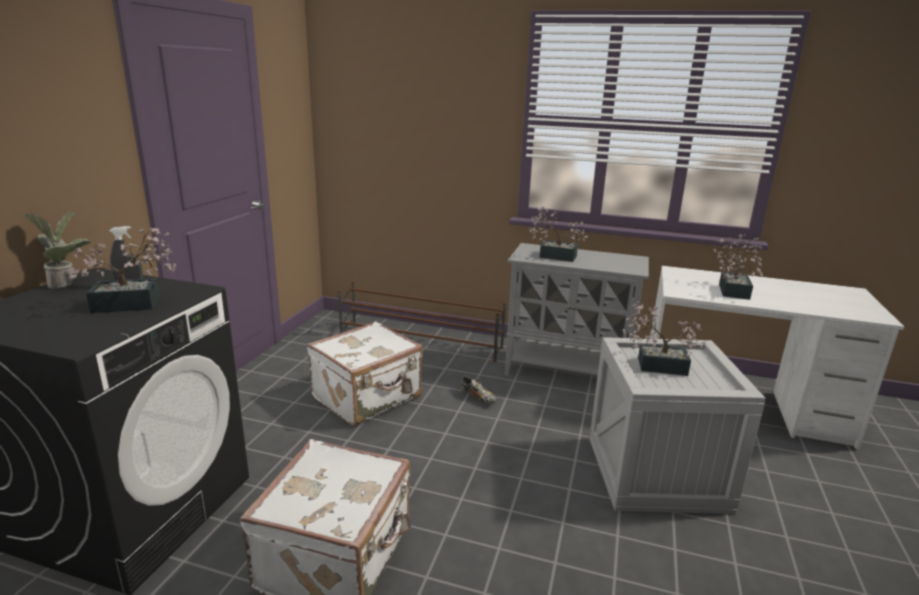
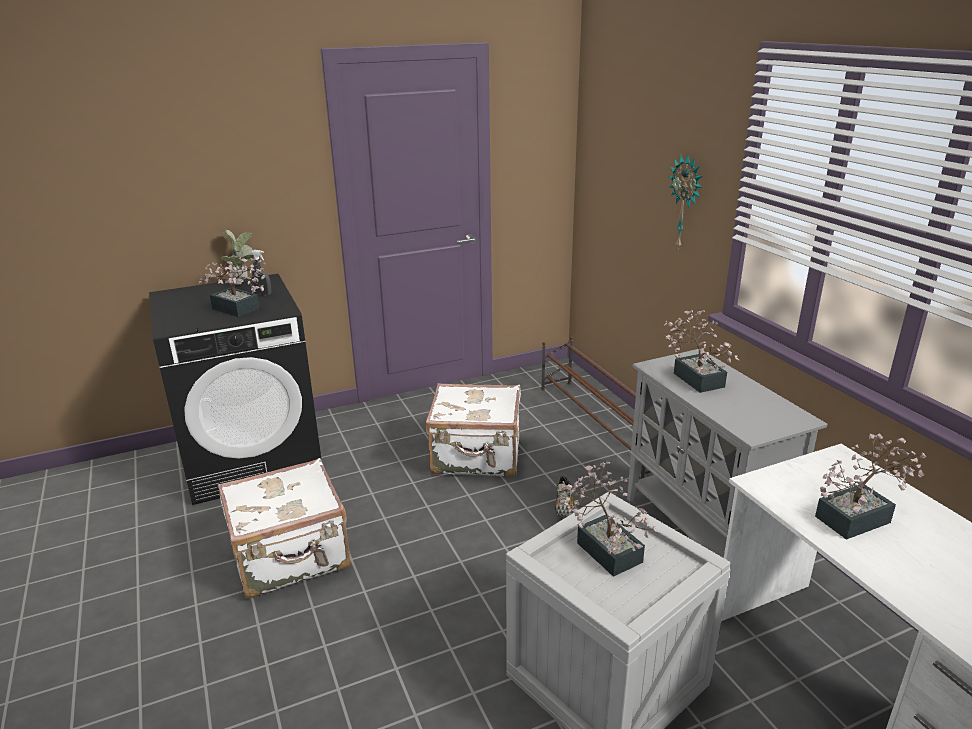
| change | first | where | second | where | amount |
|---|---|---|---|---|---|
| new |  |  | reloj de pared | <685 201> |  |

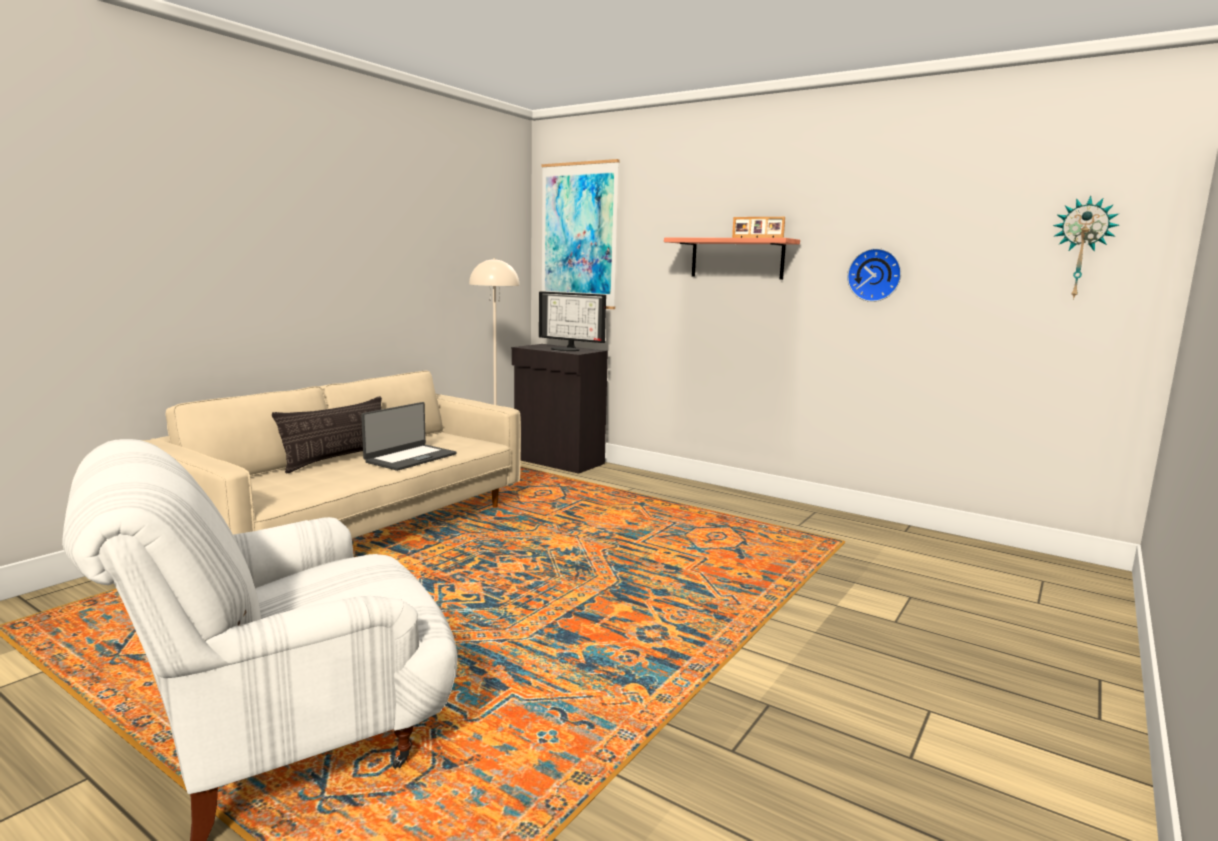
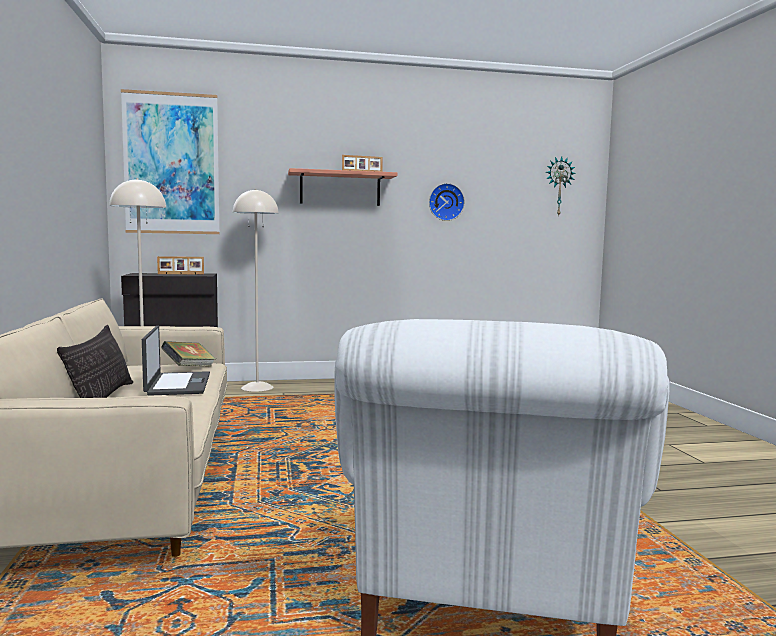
| change | first | where | second | where | amount |
|---|---|---|---|---|---|
| swapped | monitor | <572 321> | portarretratos | <180 265> |  |
| new |  |  | libro | <188 354> |  |
| new |  |  | lámpara de pie (beis) | <256 290> |  |

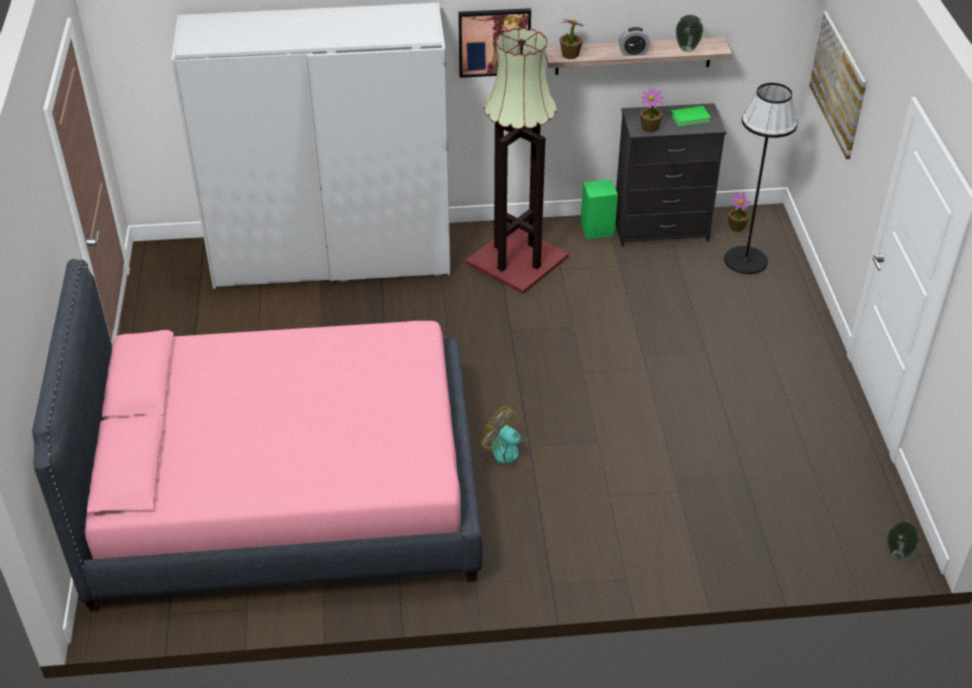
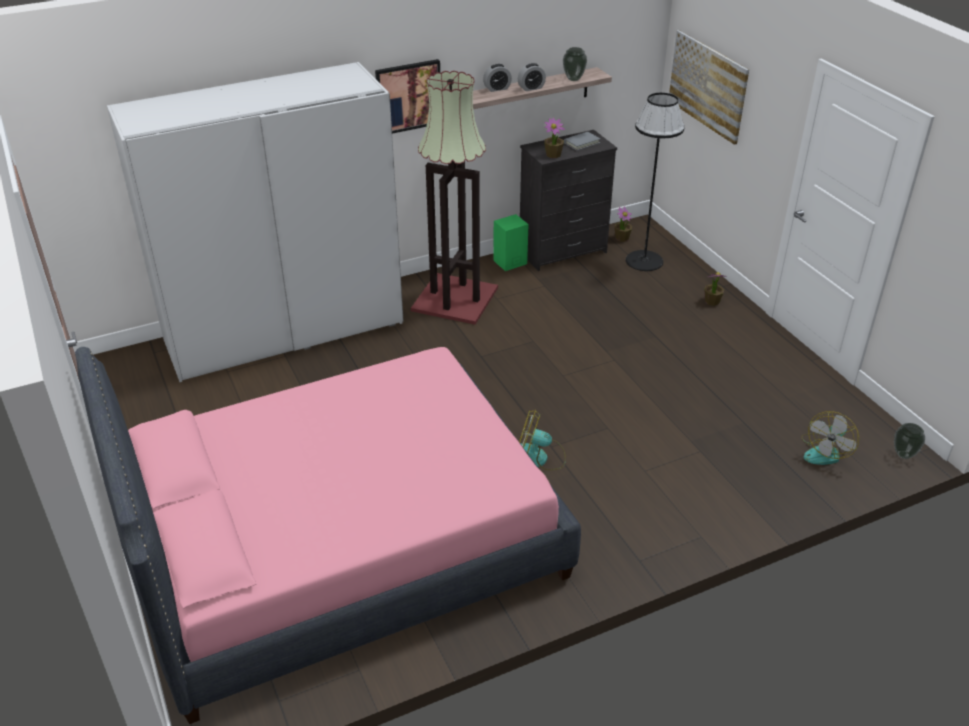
| change | first | where | second | where | amount |
|---|---|---|---|---|---|
| shifted | planta en maceta | <571 39> |  | <716 289> |  |
| repainted | libro (verde) | <691 116> | libro (gris) | <582 141> |  |
| new |  |  | despertador | <497 78> |  |
| new |  |  | ventilador | <830 438> |  |

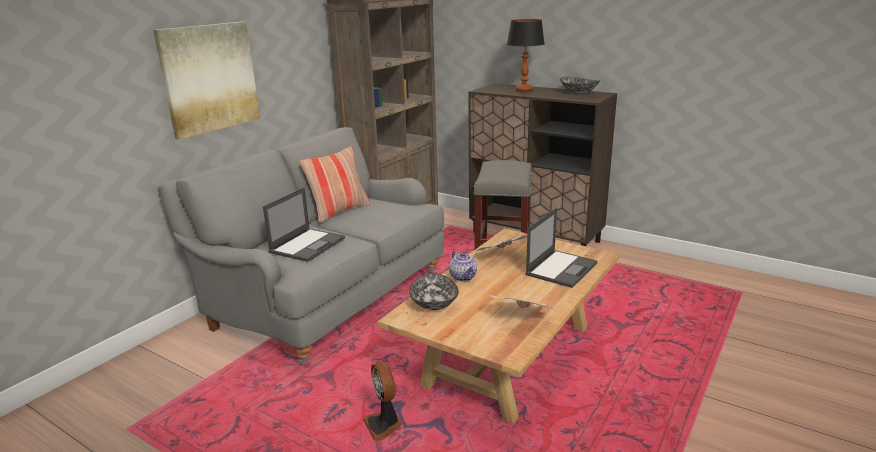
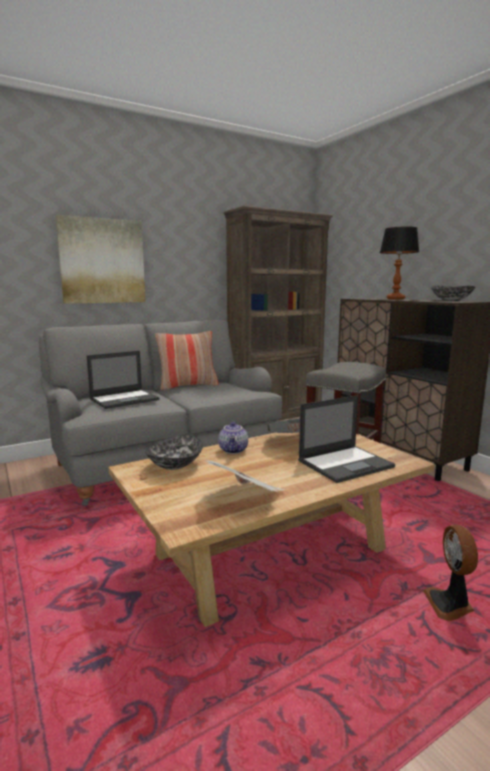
| change | first | where | second | where | amount |
|---|---|---|---|---|---|
| shifted | ventilador | <382 401> |  | <450 573> |  |

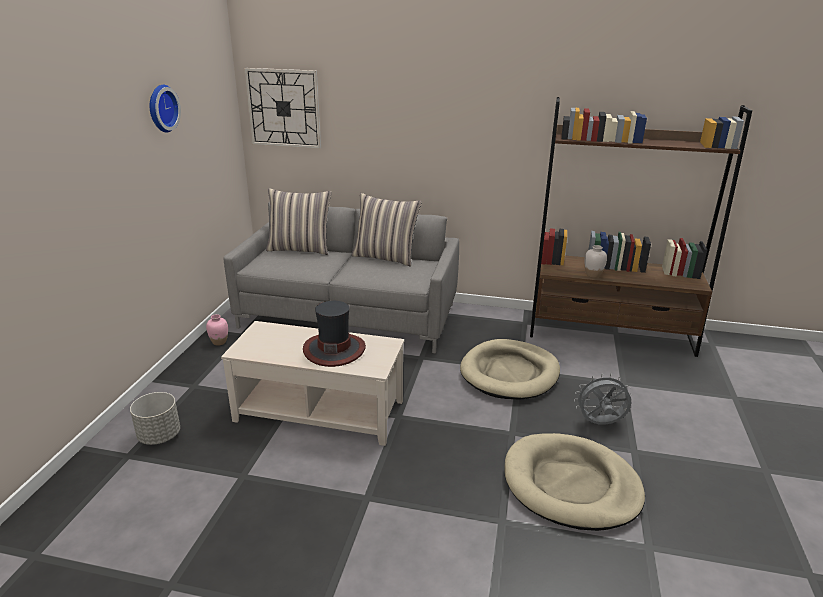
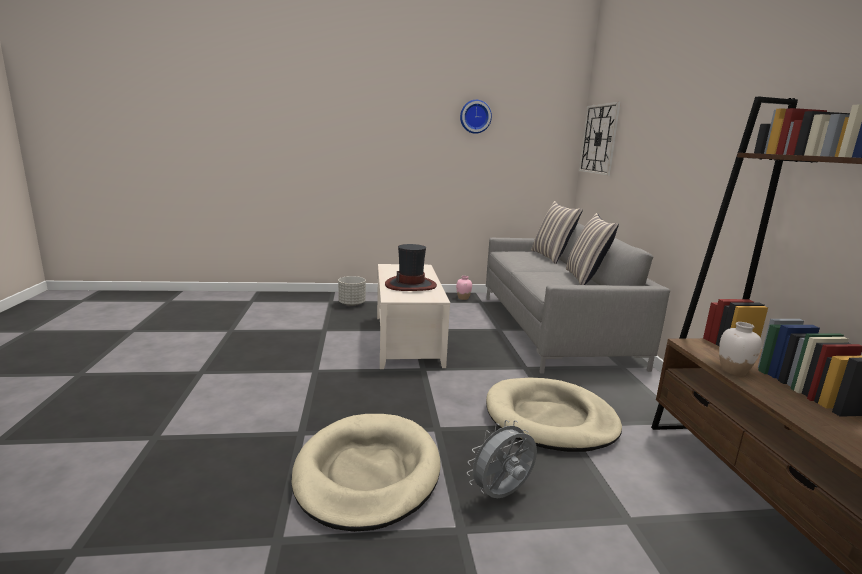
| change | first | where | second | where | amount |
|---|---|---|---|---|---|
| rotated | ventilador (gris) | <603 399> |  | <502 459> | 105 degrees counterclockwise |

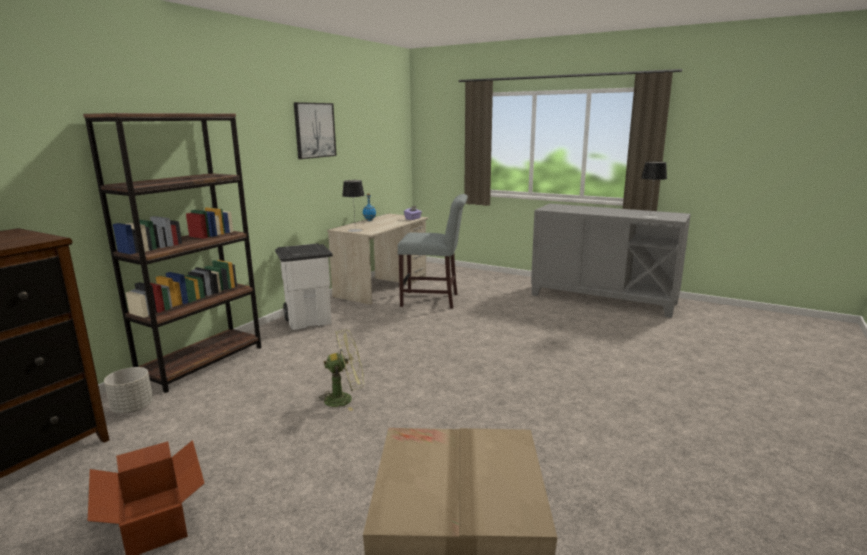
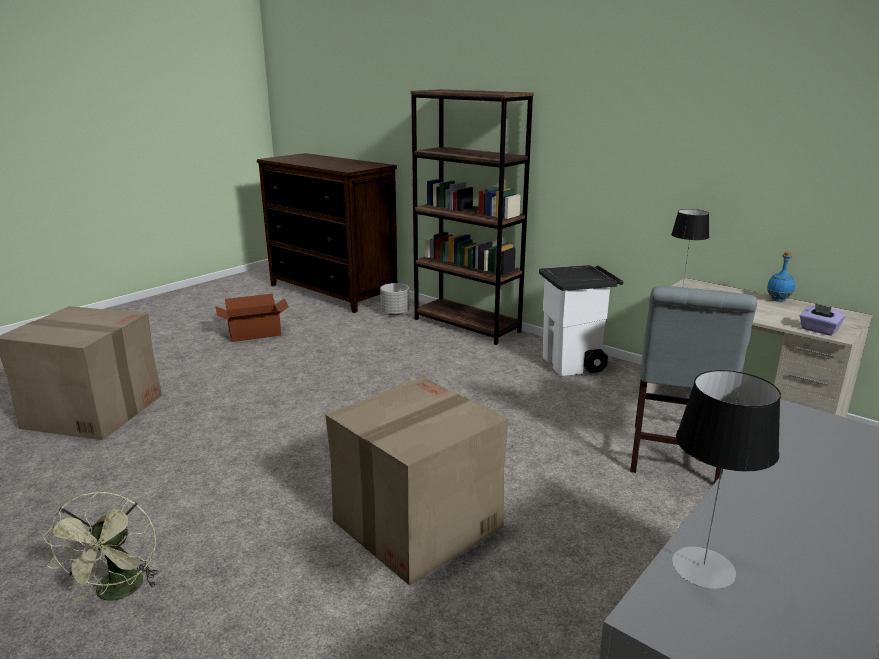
| change | first | where | second | where | amount |
|---|---|---|---|---|---|
| gone | cuadro | <315 130> |  |  |  |
| shifted | ventilador (verde) | <339 370> |  | <101 546> |  |
| new |  |  | caja de cartón | <416 481> |  |

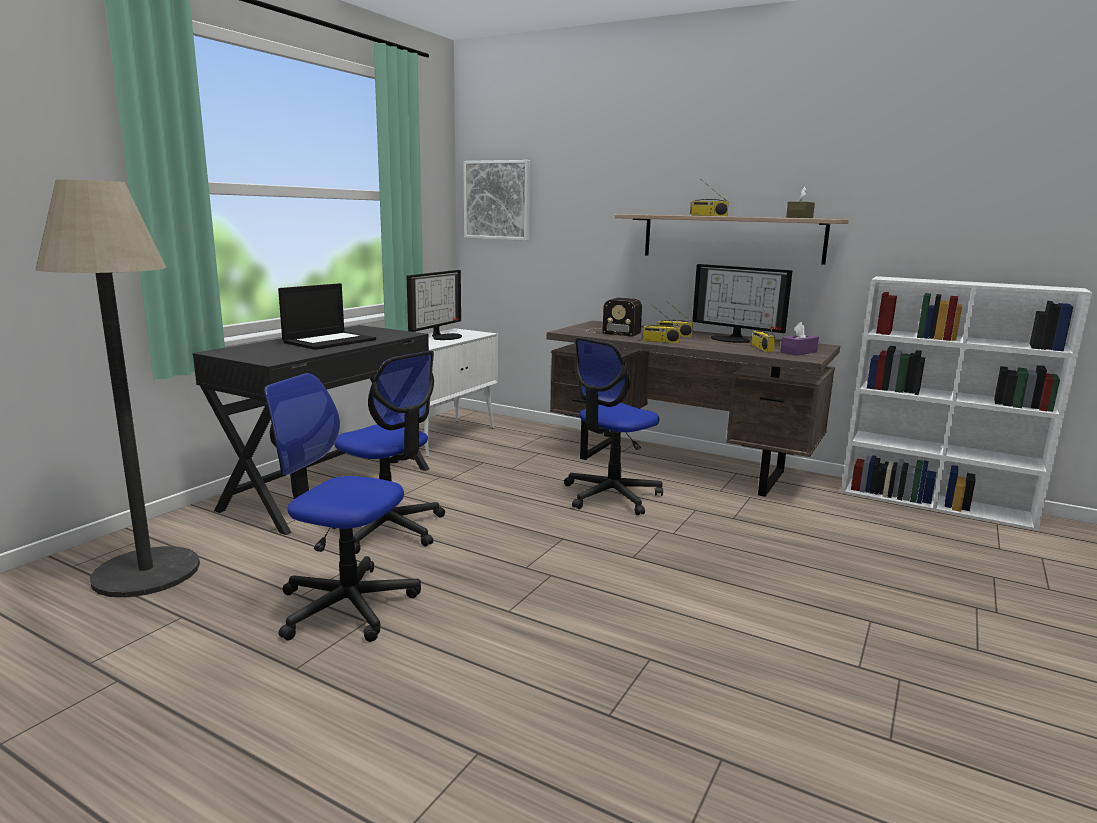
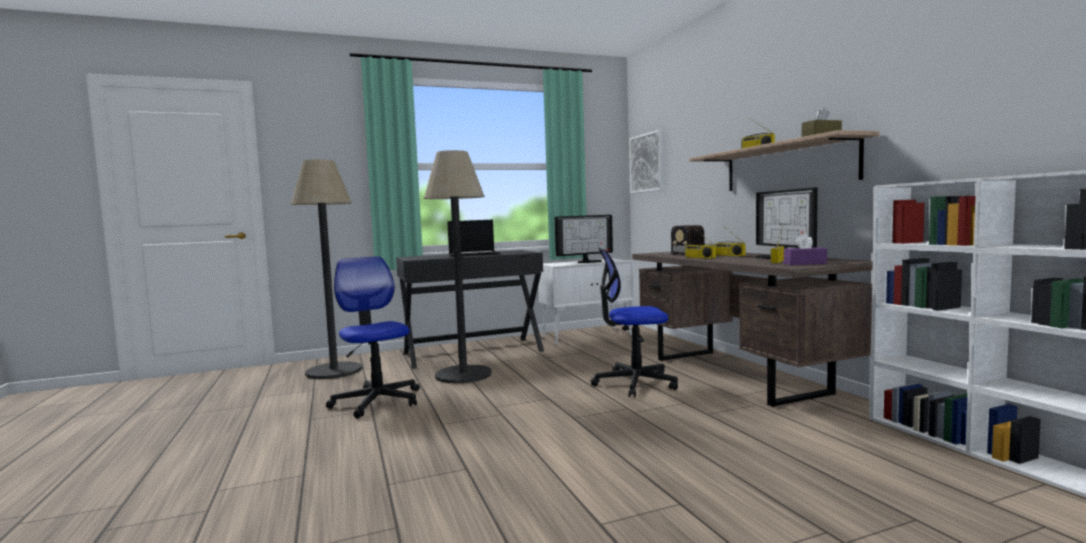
| change | first | where | second | where | amount |
|---|---|---|---|---|---|
| swapped | silla de oficina | <388 452> | lámpara de pie | <458 266> |  |

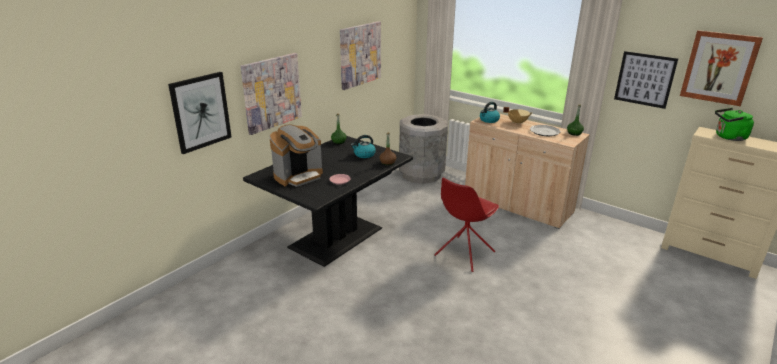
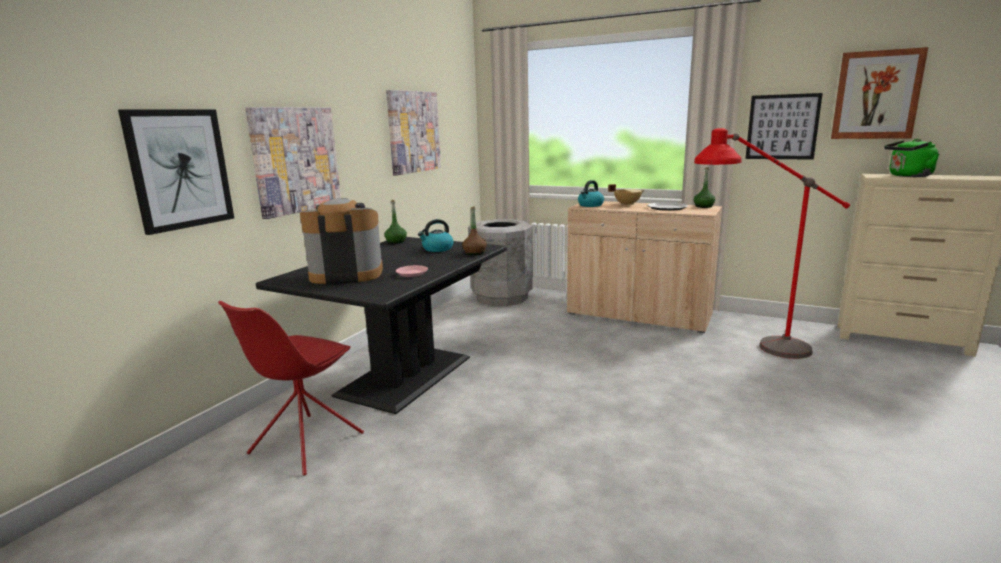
| change | first | where | second | where | amount |
|---|---|---|---|---|---|
| rotated | cafetera | <296 156> |  | <341 241> | 135 degrees counterclockwise |
| shifted | silla (rojo) | <466 225> |  | <291 388> |  |
| new |  |  | lámpara de pie (rojo) | <772 243> |  |

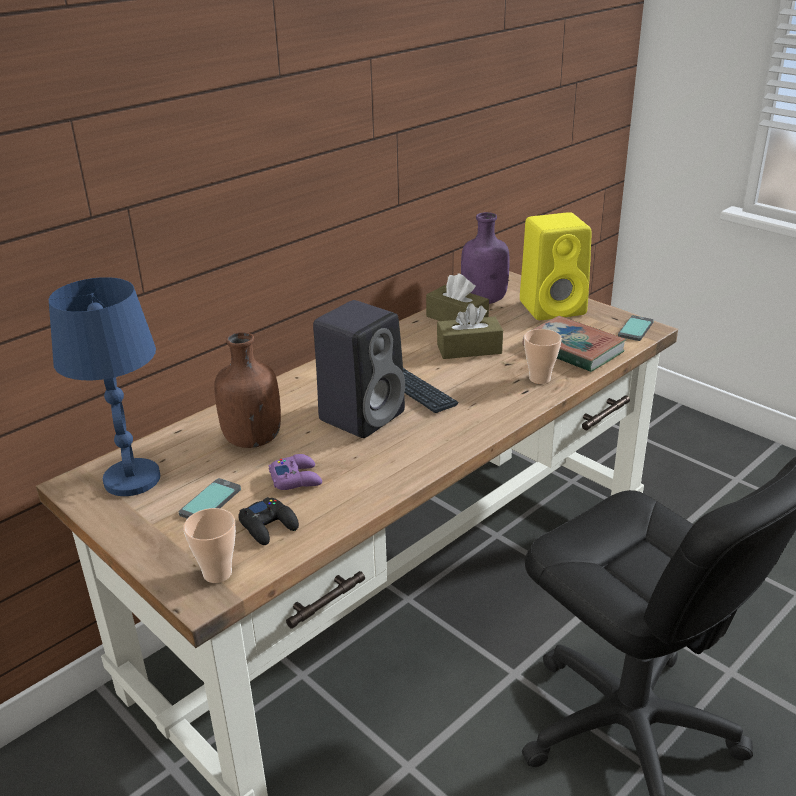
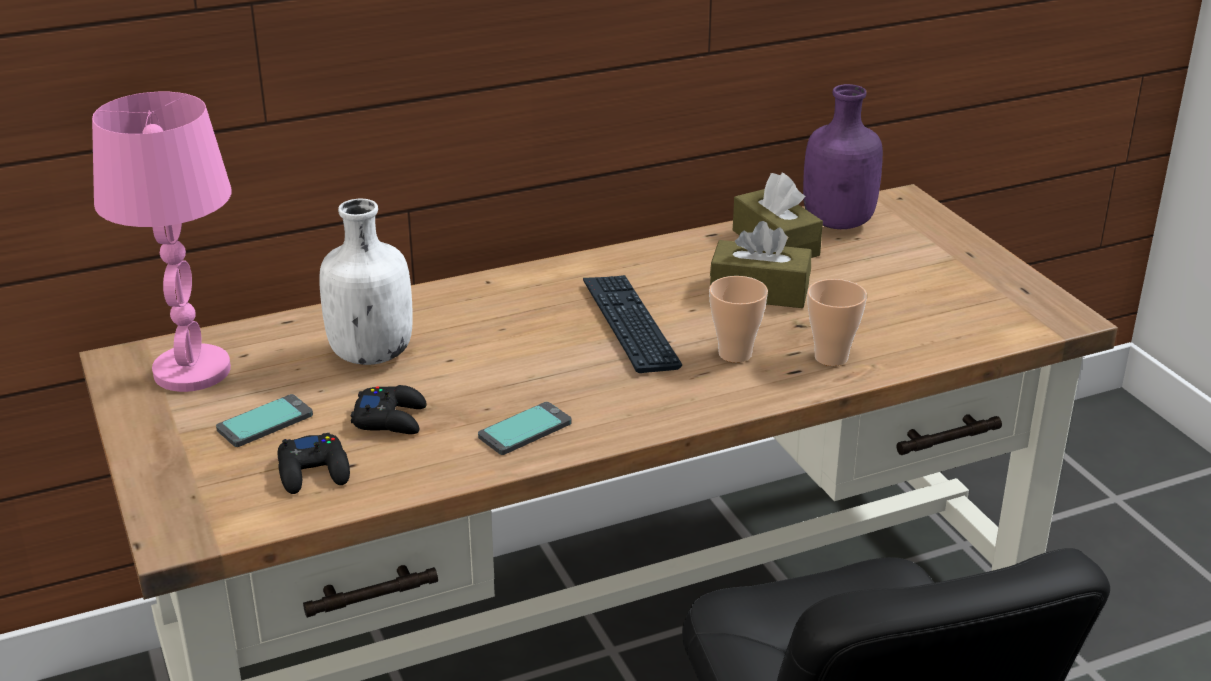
| change | first | where | second | where | amount |
|---|---|---|---|---|---|
| repainted | lámpara de mesa (azul) | <104 386> | lámpara de mesa (rosa) | <162 242> |  |
| shifted | taza | <209 545> |  | <738 319> |  |
| repainted | botella (marrón) | <247 390> | botella (blanco) | <366 282> |  |
| repainted | mando de consola (morado) | <295 472> | mando de consola (negro) | <389 409> |  |
| gone | altavoz (negro) | <359 369> |  |  |  |
| gone | altavoz (amarillo) | <556 266> |  |  |  |
| gone | libro | <575 344> |  |  |  |
| shifted | móvil | <636 328> |  | <525 428> |  |

